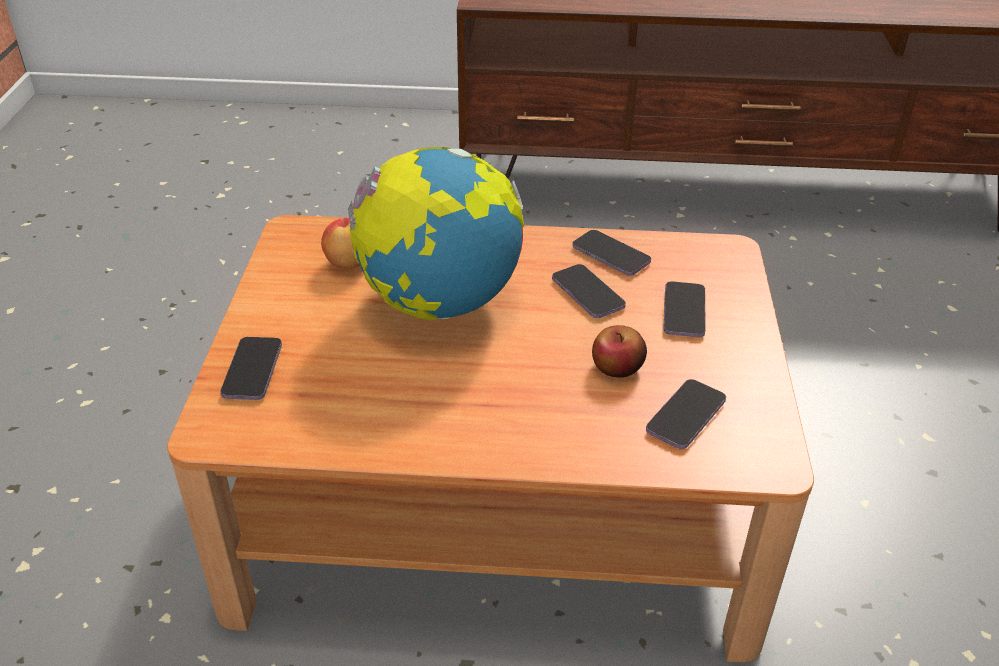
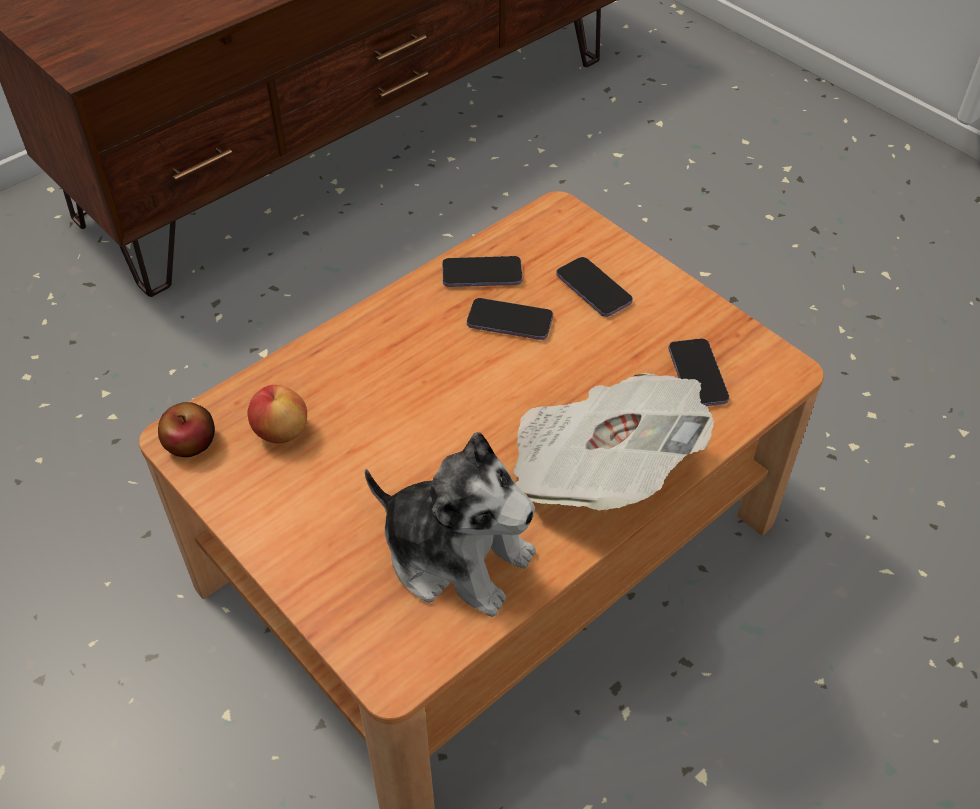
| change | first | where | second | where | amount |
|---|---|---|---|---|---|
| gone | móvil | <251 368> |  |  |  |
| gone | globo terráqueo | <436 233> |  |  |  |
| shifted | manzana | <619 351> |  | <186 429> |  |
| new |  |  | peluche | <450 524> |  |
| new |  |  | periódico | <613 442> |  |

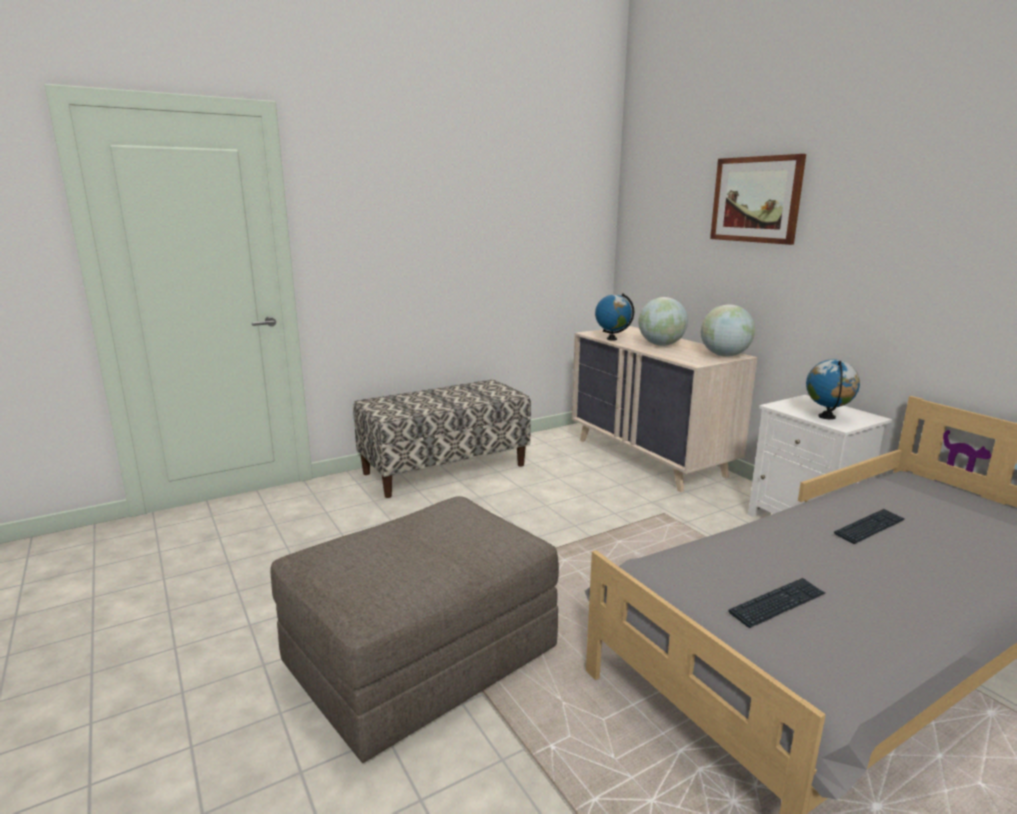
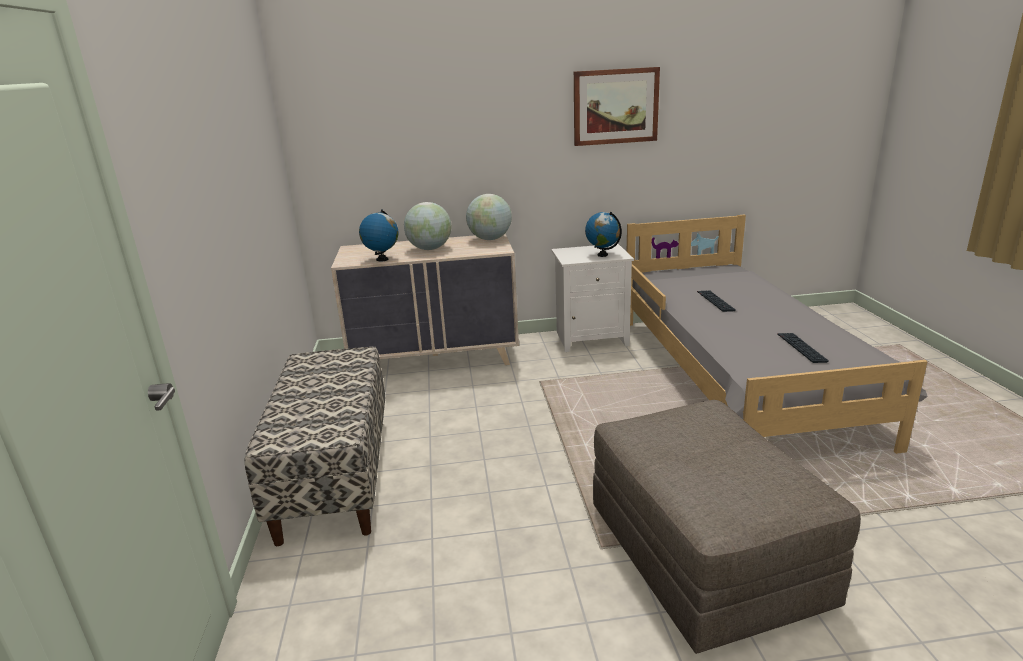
| change | first | where | second | where | amount |
|---|---|---|---|---|---|
| shifted | cuadro | <758 199> |  | <617 106> |  |

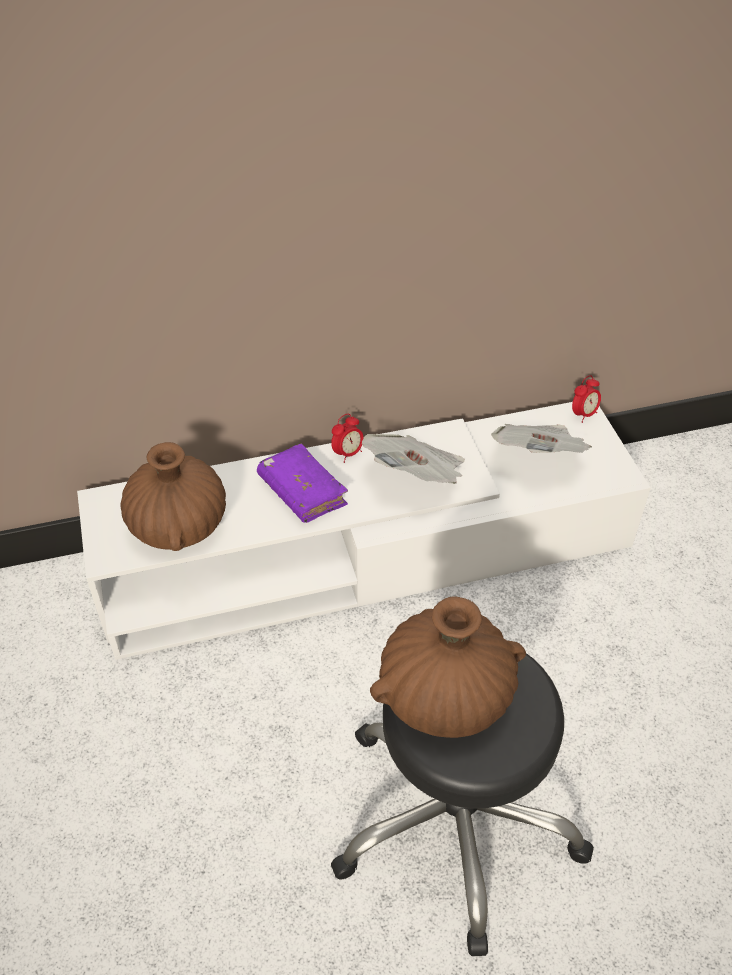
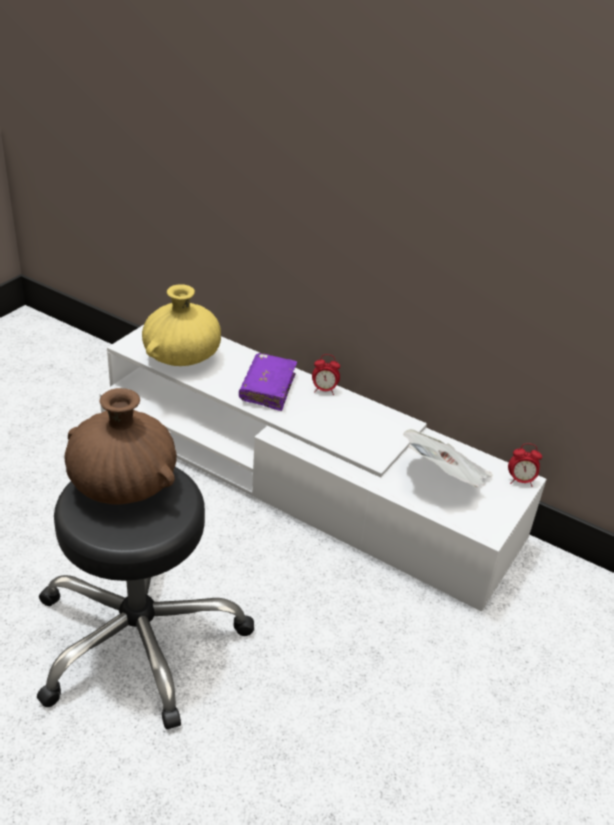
| change | first | where | second | where | amount |
|---|---|---|---|---|---|
| repainted | florero (marrón) | <173 496> | florero (amarillo) | <181 325> |  |
| gone | periódico | <413 459> |  |  |  |

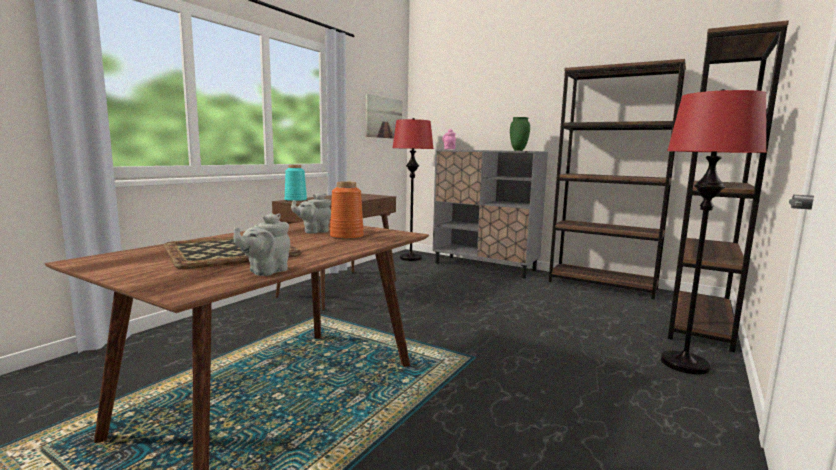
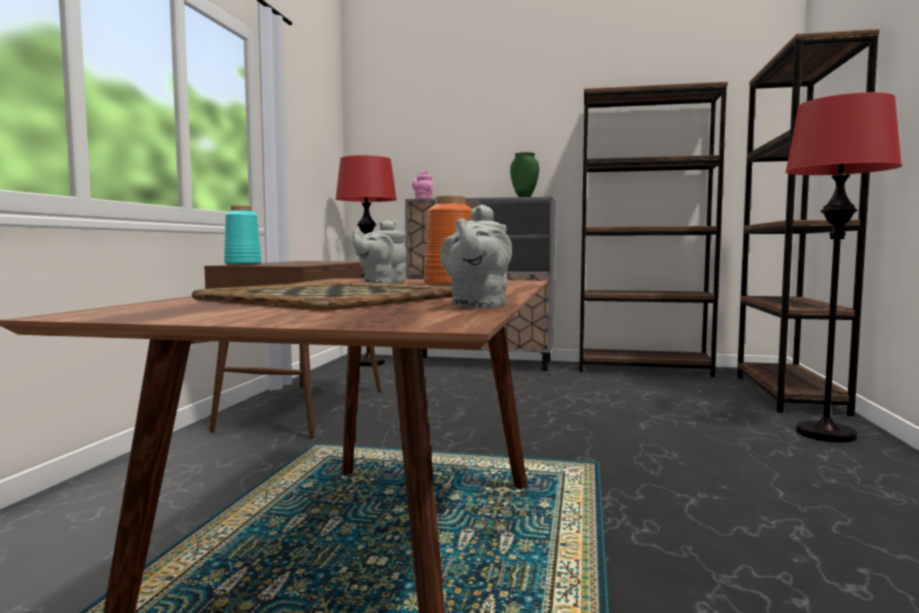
| change | first | where | second | where | amount |
|---|---|---|---|---|---|
| gone | cuadro | <384 116> |  |  |  |

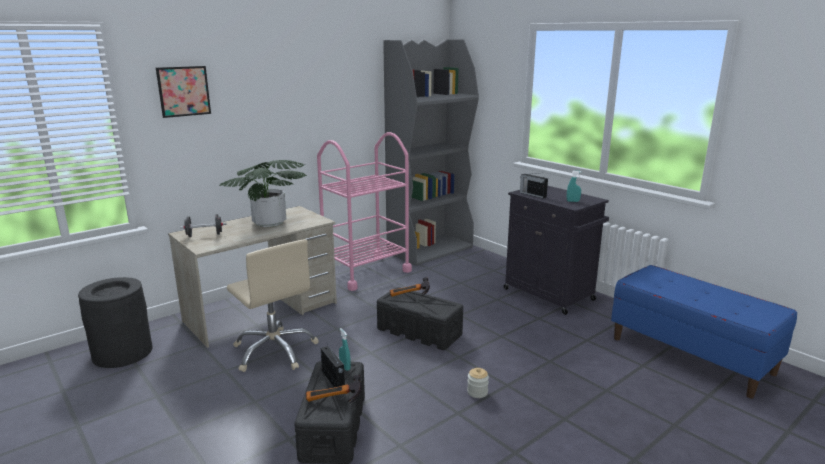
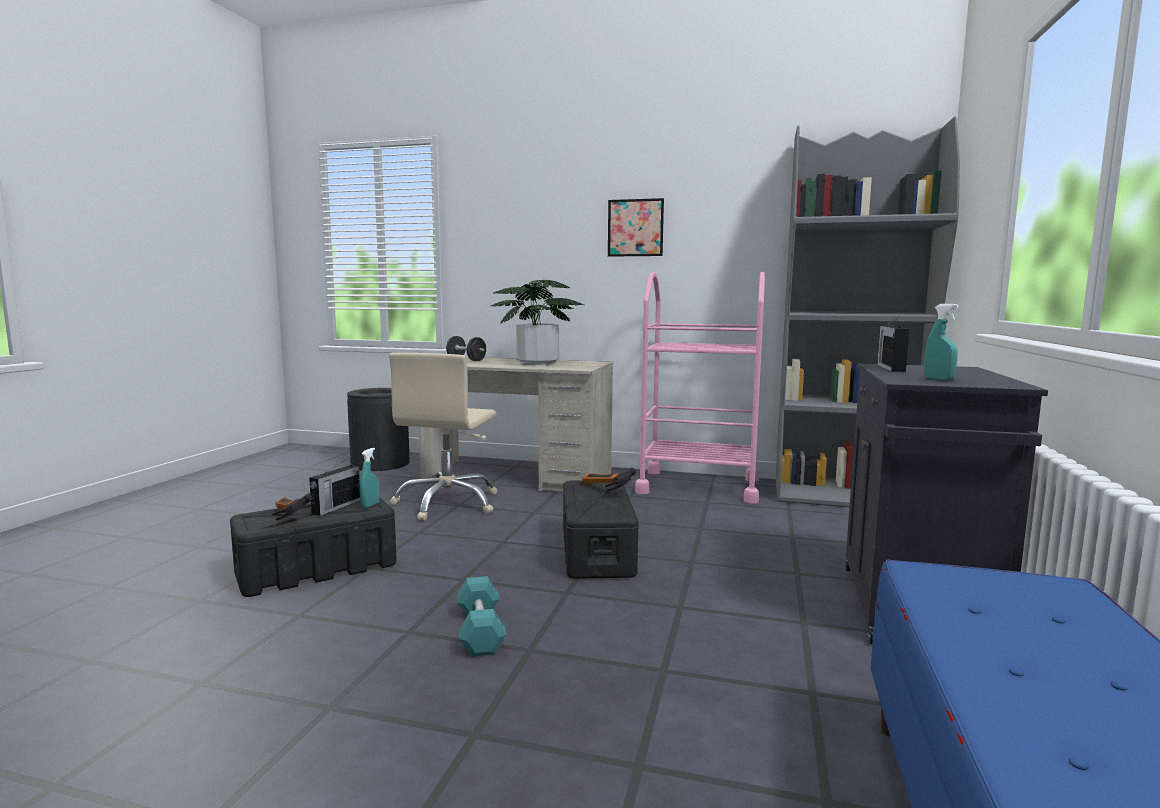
| change | first | where | second | where | amount |
|---|---|---|---|---|---|
| shifted | cuadro | <183 92> |  | <636 227> |  |
| swapped | tarro | <478 383> | mancuerna (turquesa) | <482 616> |  |

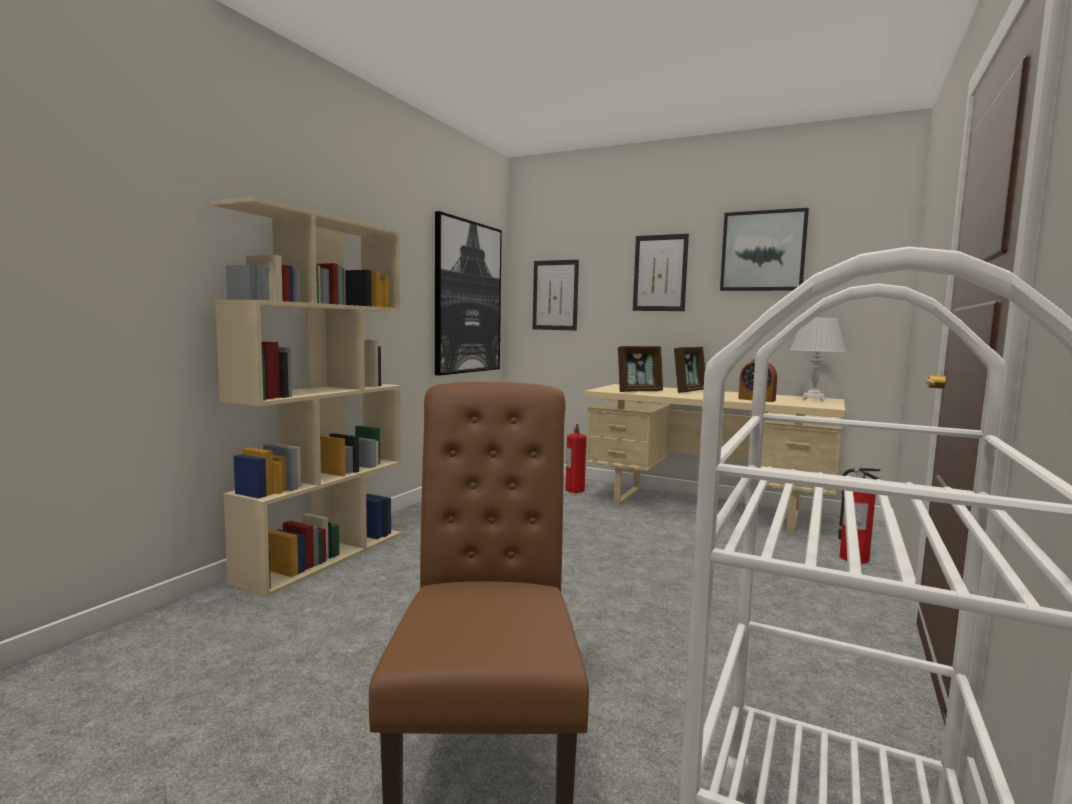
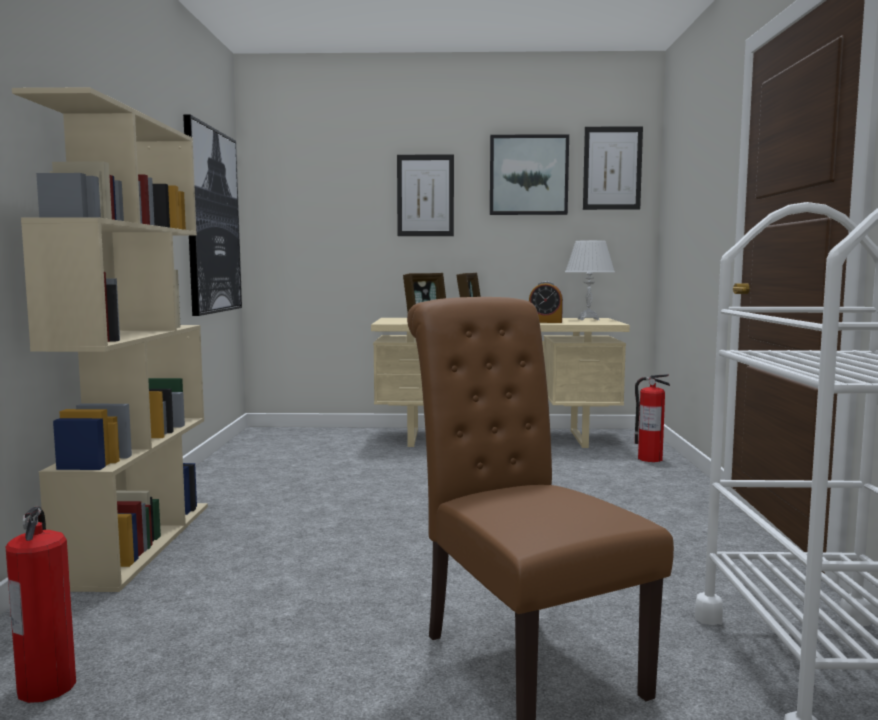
| change | first | where | second | where | amount |
|---|---|---|---|---|---|
| shifted | cuadro | <556 295> |  | <613 168> |  |
| shifted | extintor | <575 458> |  | <41 605> |  |

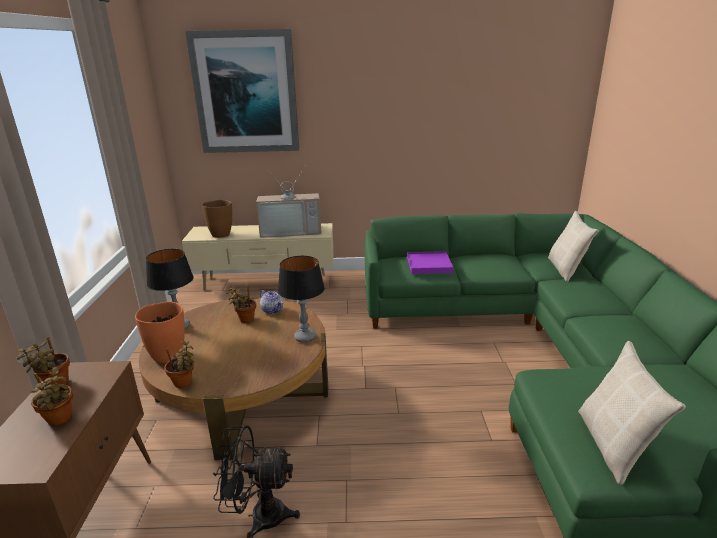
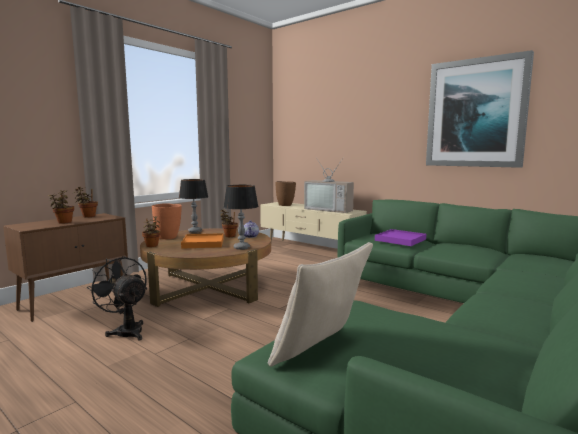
| change | first | where | second | where | amount |
|---|---|---|---|---|---|
| shifted | cuadro | <242 91> |  | <480 109> |  |
| gone | cojín (beis) | <573 246> |  |  |  |
| new |  |  | bandeja (naranja) | <202 241> |  |

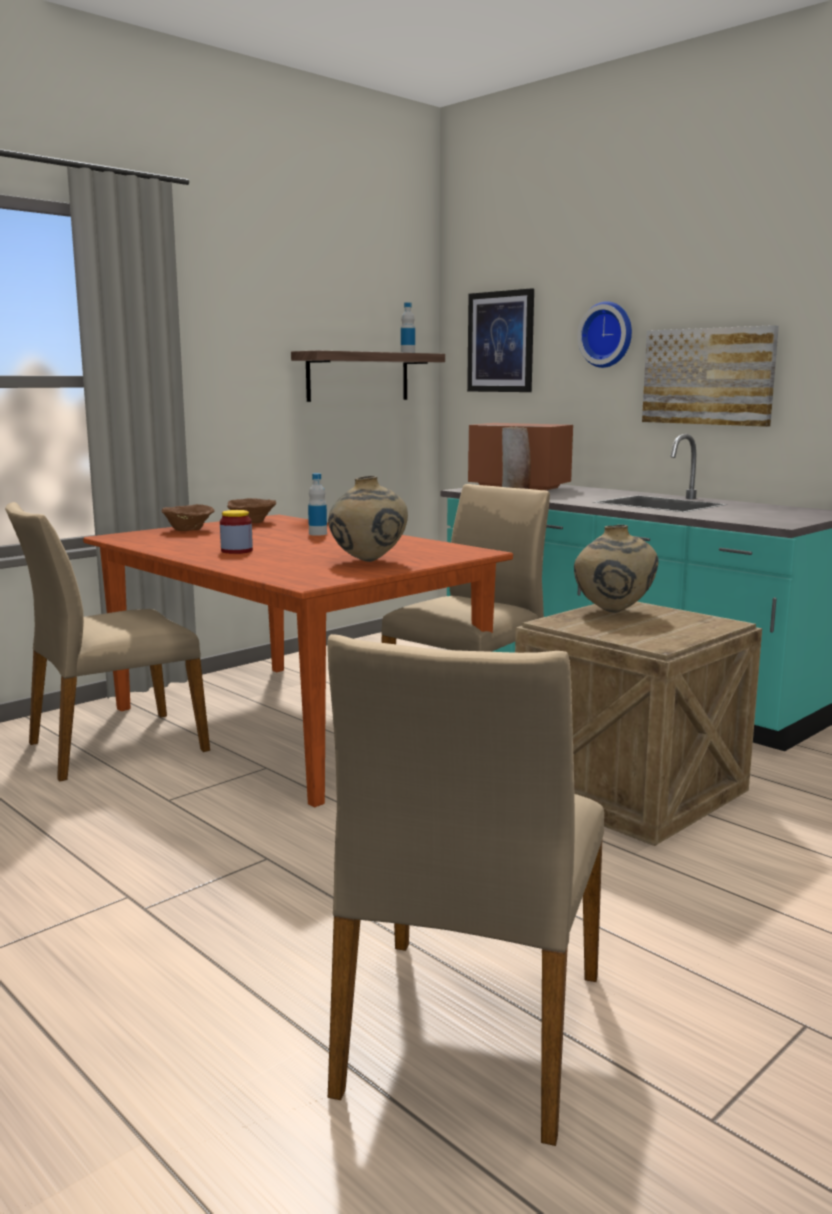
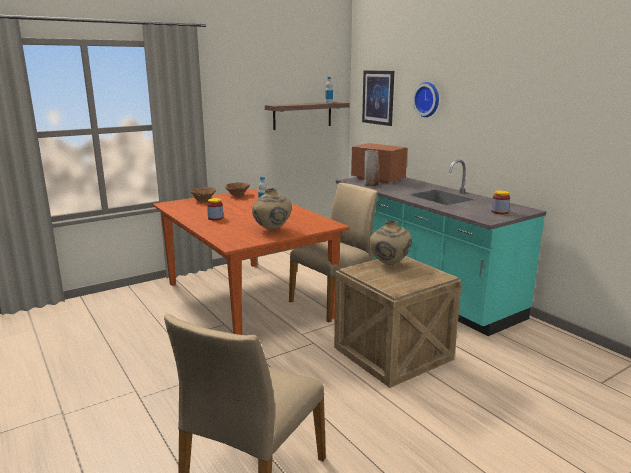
| change | first | where | second | where | amount |
|---|---|---|---|---|---|
| gone | silla (beis) | <107 642> |  |  |  |
| gone | cuadro | <710 376> |  |  |  |
| new |  |  | tarro | <500 202> |  |

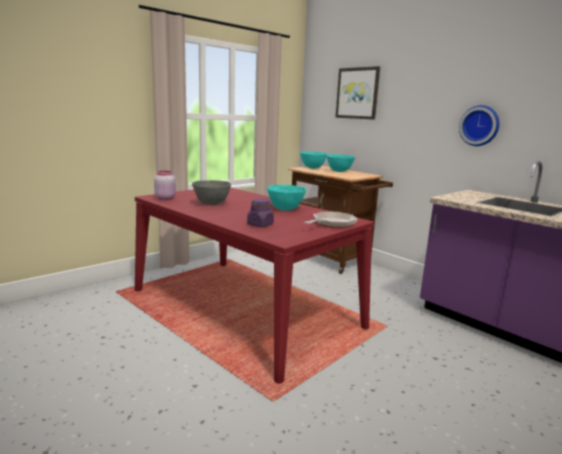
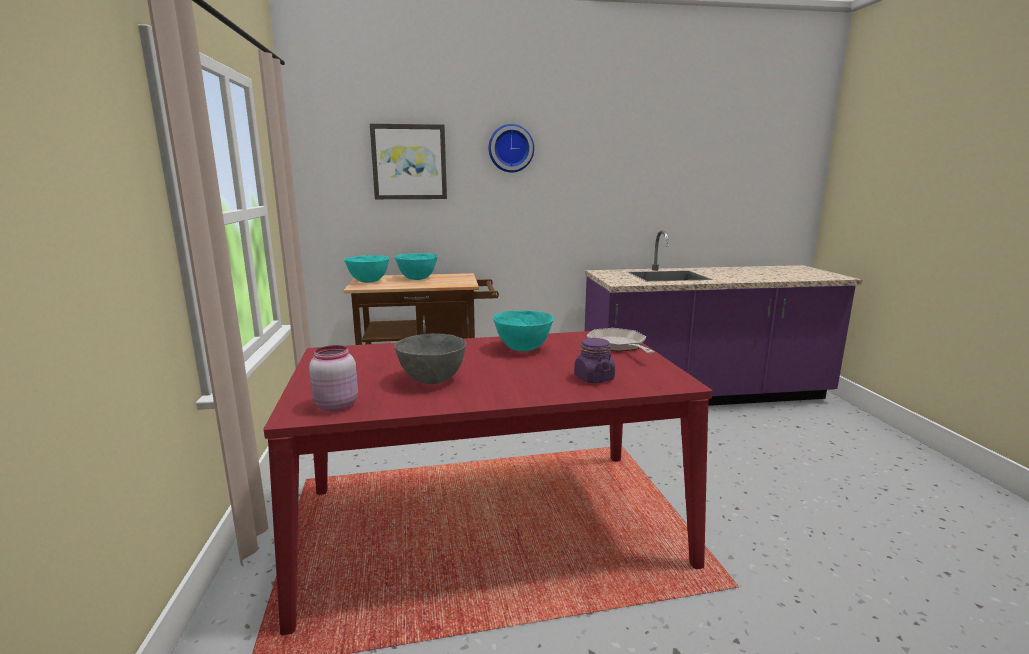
| change | first | where | second | where | amount |
|---|---|---|---|---|---|
| shifted | reloj de pared | <479 125> |  | <511 148> |  |

